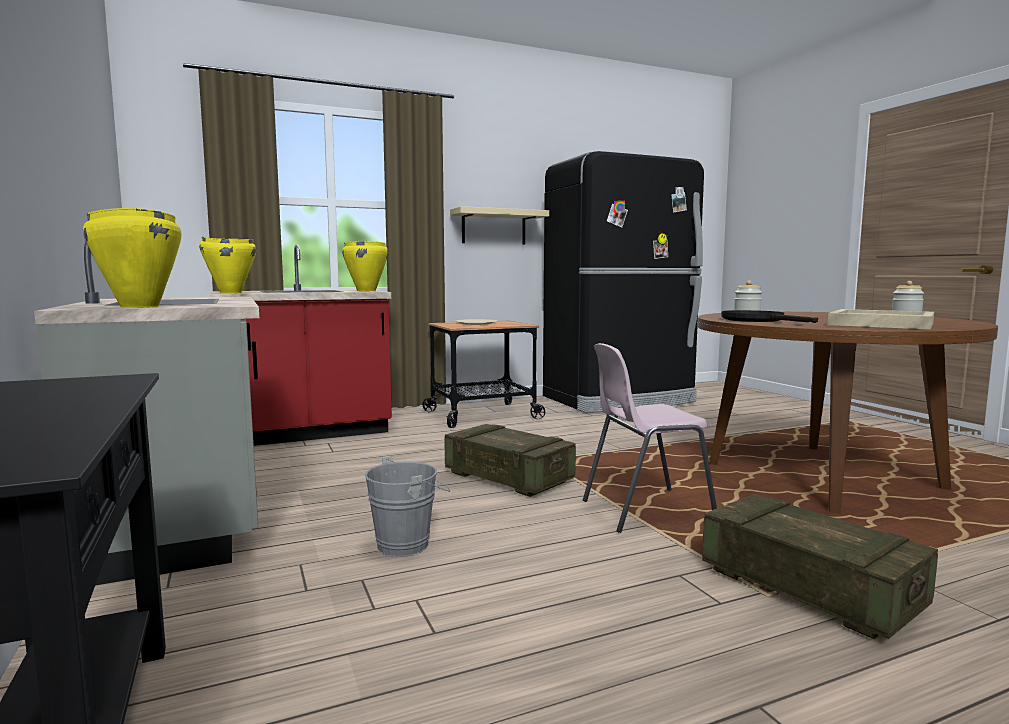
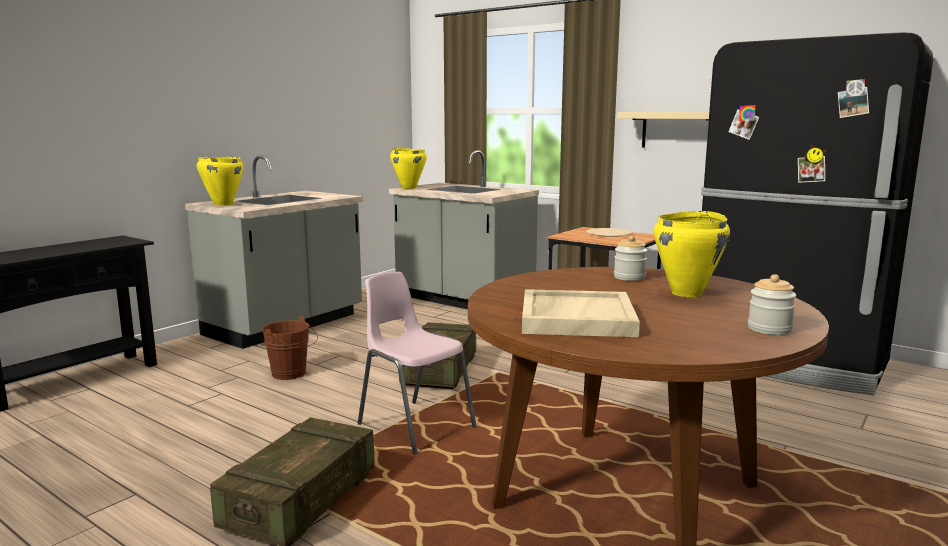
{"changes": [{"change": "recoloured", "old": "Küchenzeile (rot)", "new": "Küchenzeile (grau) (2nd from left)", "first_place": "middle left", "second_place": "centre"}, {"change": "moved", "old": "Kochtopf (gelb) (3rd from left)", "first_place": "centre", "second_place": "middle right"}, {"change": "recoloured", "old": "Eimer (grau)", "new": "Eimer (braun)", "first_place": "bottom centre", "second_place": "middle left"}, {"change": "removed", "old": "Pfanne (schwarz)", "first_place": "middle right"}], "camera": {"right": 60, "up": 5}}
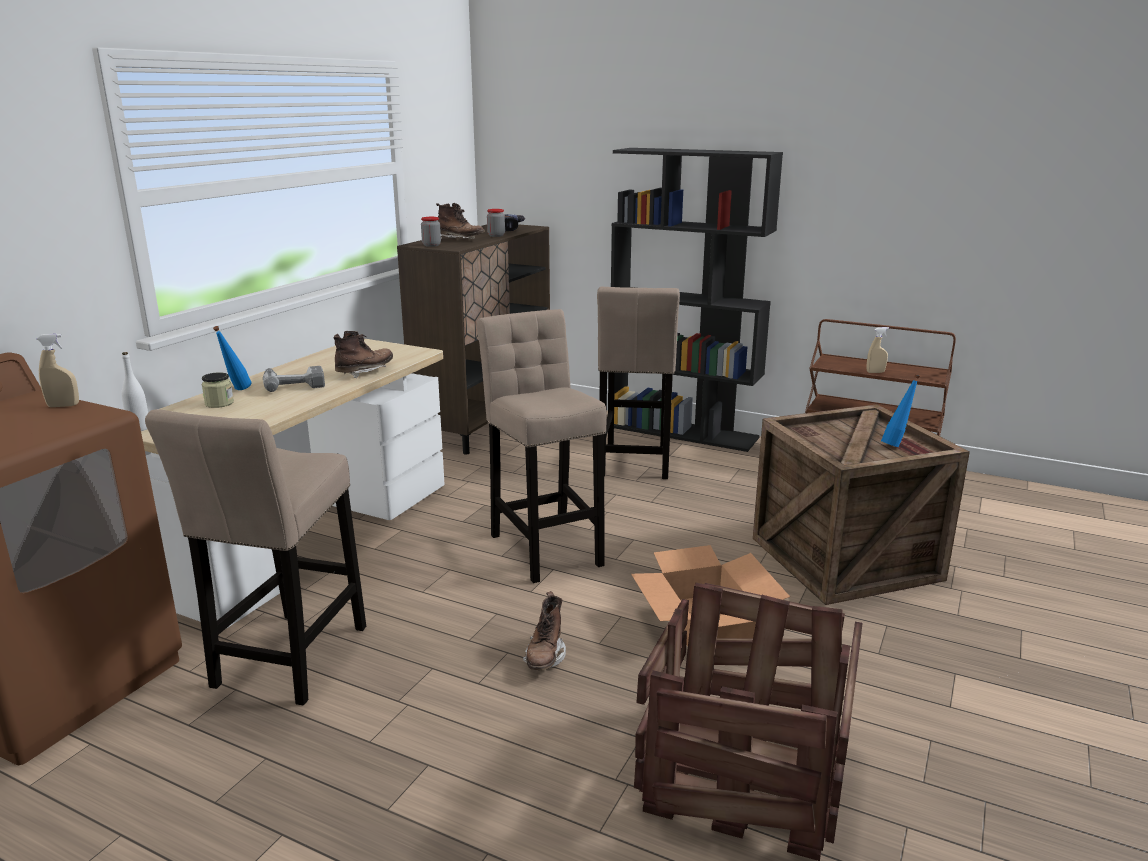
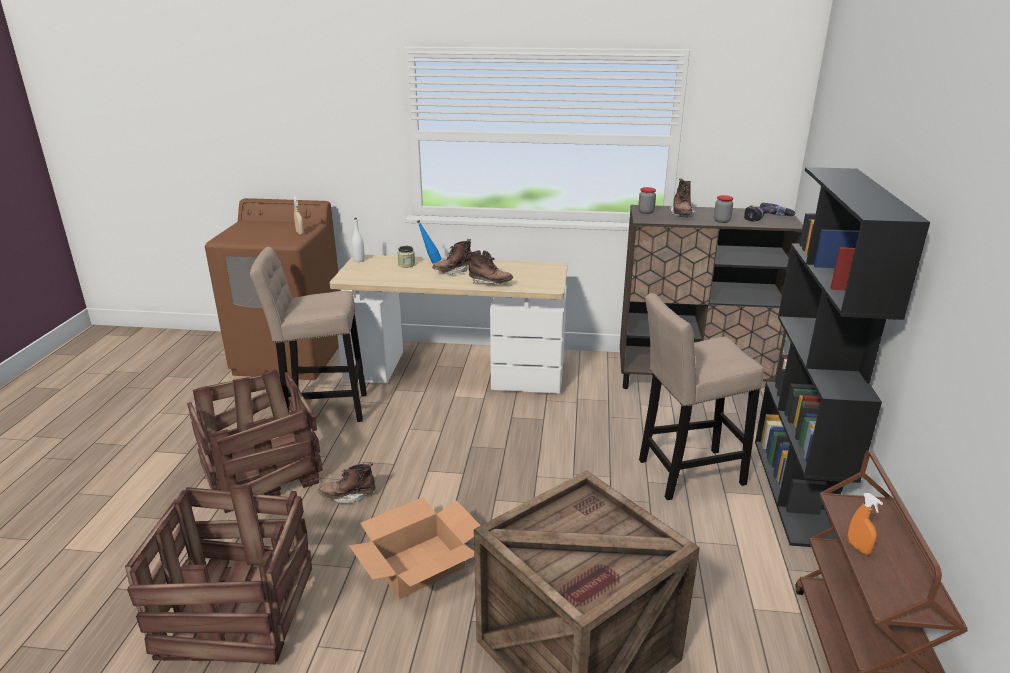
{"changes": [{"change": "replaced", "old": "Bohrmaschine (1st from left)", "new": "Stiefel (braun) (2nd from left)", "first_place": "middle left", "second_place": "centre"}, {"change": "removed", "old": "Hocker (beige) (2nd from left)", "first_place": "centre"}, {"change": "recoloured", "old": "Sprühflasche (beige) (2nd from left)", "new": "Sprühflasche (orange)", "first_place": "middle right", "second_place": "bottom right"}, {"change": "removed", "old": "Flasche (blau) (2nd from left)", "first_place": "middle right"}, {"change": "added", "new": "Kiste (2nd from left)", "second_place": "middle left"}], "camera": {"right": 70, "up": 5}}
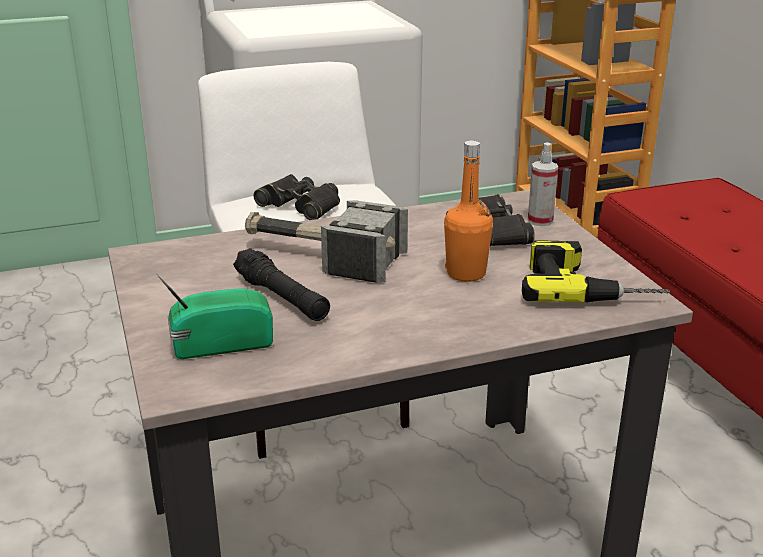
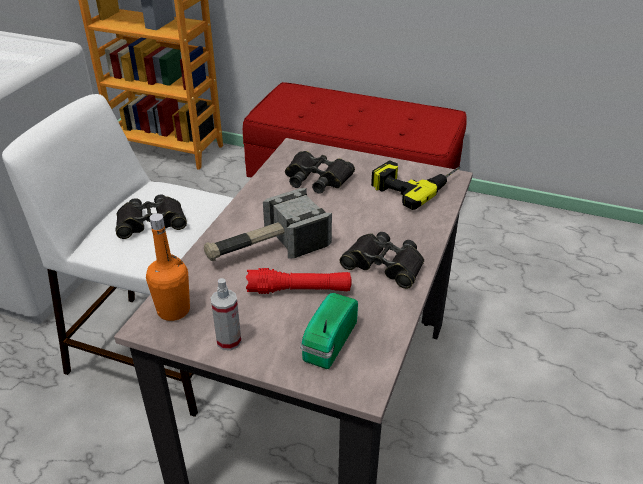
{"changes": [{"change": "recoloured", "old": "Taschenlampe (schwarz)", "new": "Taschenlampe (rot)", "first_place": "centre", "second_place": "centre"}, {"change": "moved", "old": "Flasche (orange)", "first_place": "centre", "second_place": "middle left"}, {"change": "moved", "old": "Sprühflasche", "first_place": "top right", "second_place": "centre"}, {"change": "added", "new": "Fernglas (schwarz) (3rd from left)", "second_place": "centre"}], "camera": {"right": -50, "up": 10}}
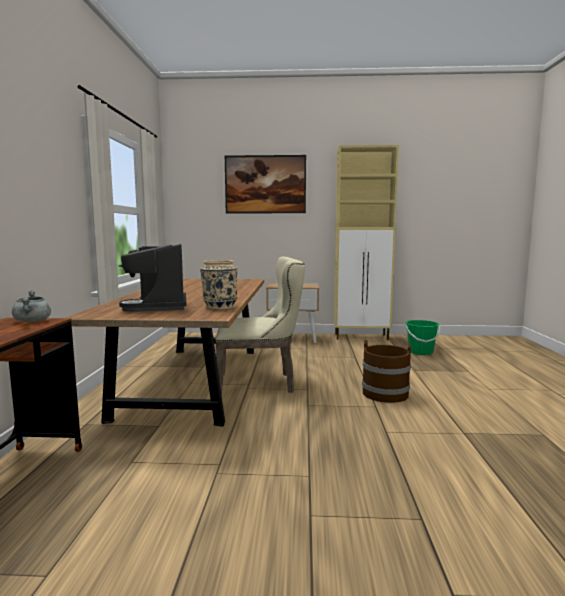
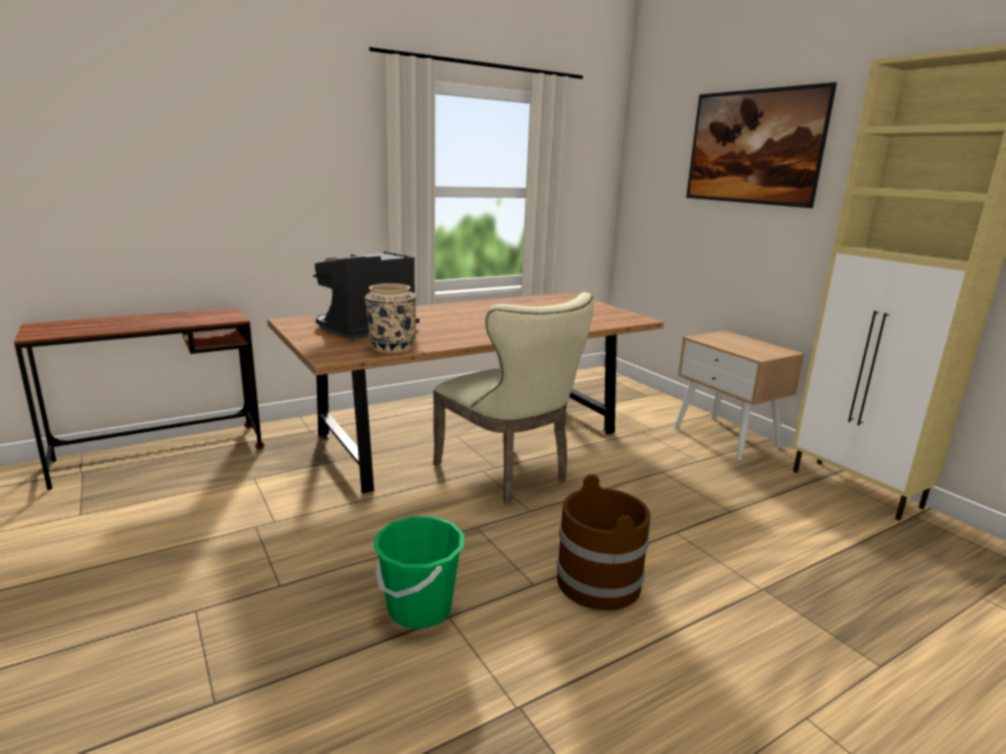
{"changes": [{"change": "removed", "old": "Kochtopf (grau)", "first_place": "middle left"}, {"change": "moved", "old": "Eimer (grün)", "first_place": "middle right", "second_place": "bottom centre"}], "camera": {"right": 55, "up": 10}}
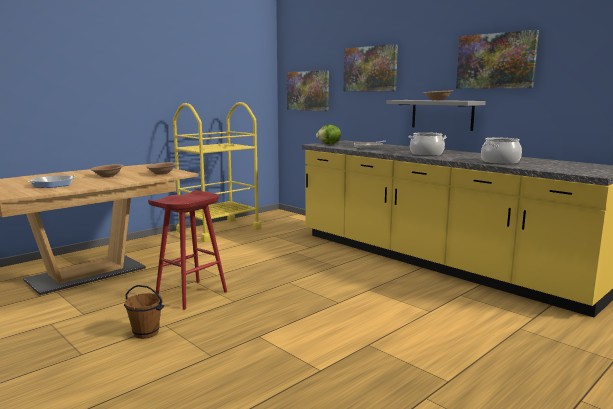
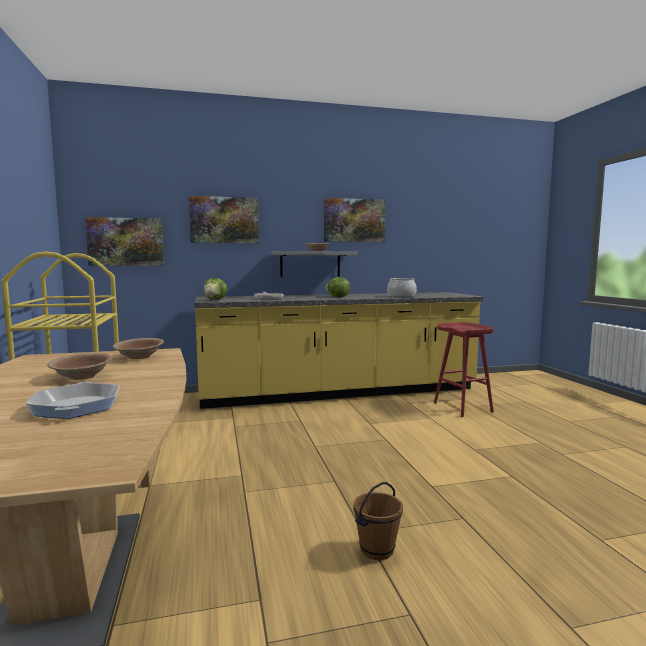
{"changes": [{"change": "moved", "old": "Hocker (rot)", "first_place": "middle left", "second_place": "middle right"}, {"change": "replaced", "old": "Kochtopf (1st from left)", "new": "Salatkopf (2nd from left)", "first_place": "middle right", "second_place": "centre"}], "camera": {"right": -60, "up": -5}}
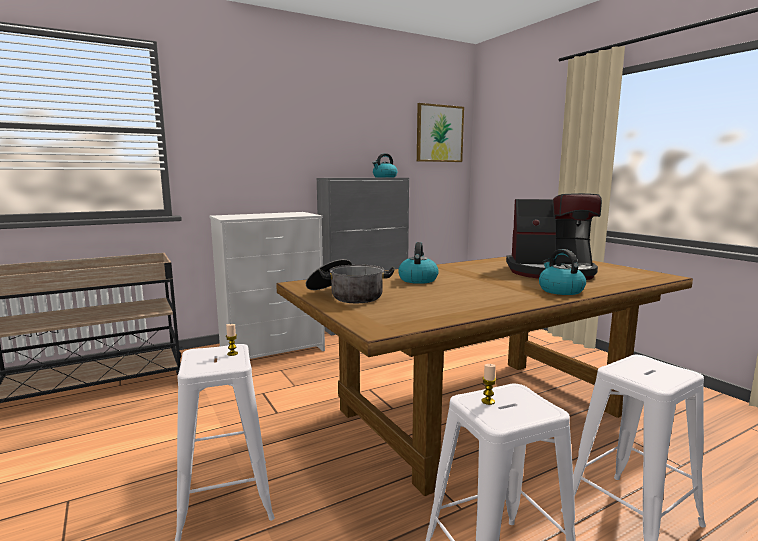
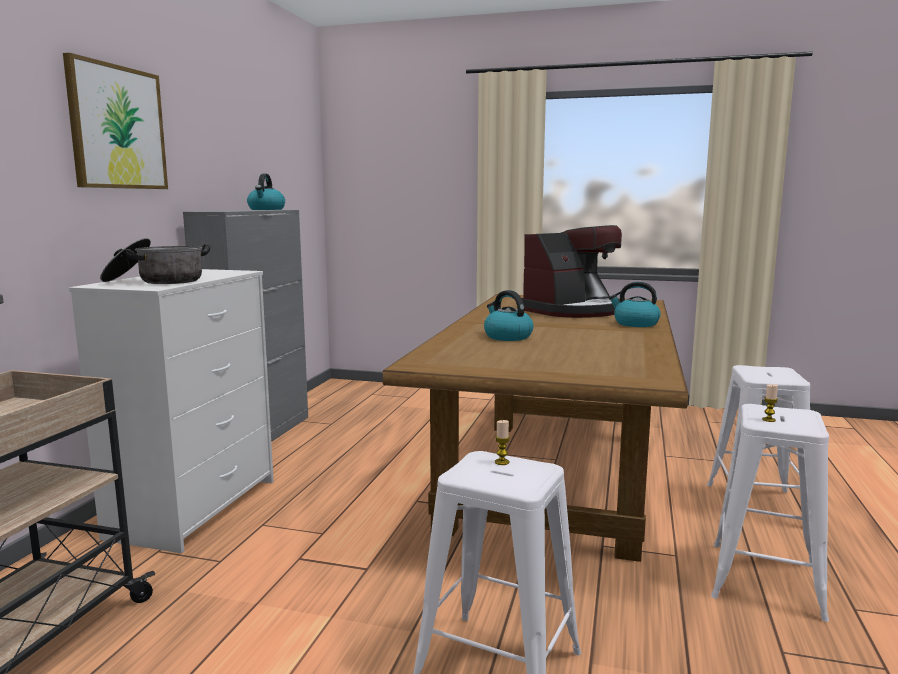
{"changes": [{"change": "moved", "old": "Kochtopf", "first_place": "centre", "second_place": "middle left"}, {"change": "moved", "old": "Bild", "first_place": "top centre", "second_place": "top left"}], "camera": {"right": -45, "up": 0}}
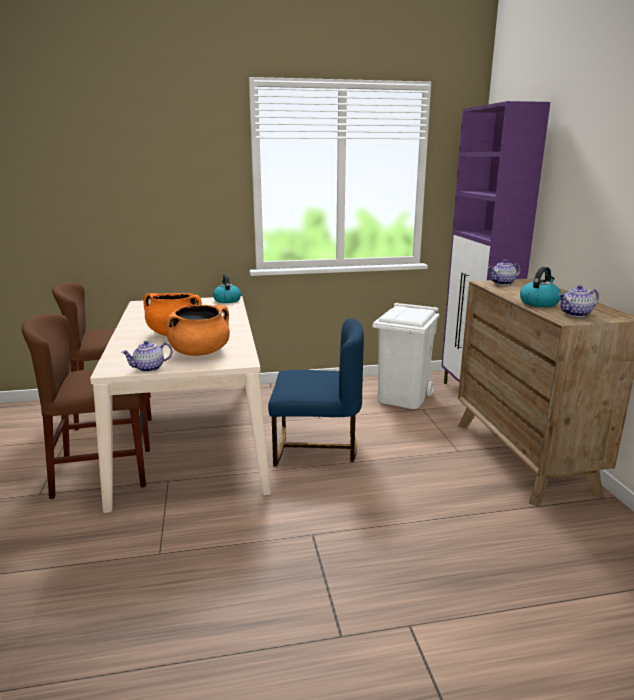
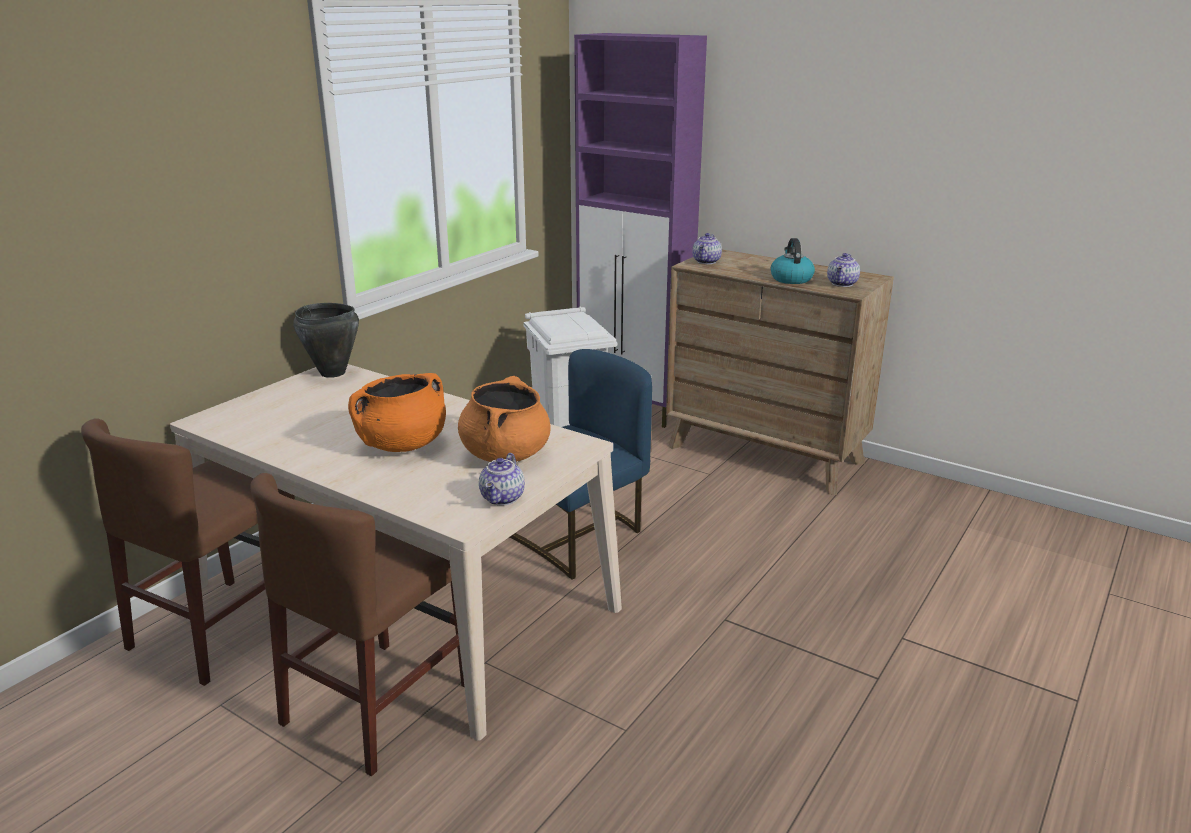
{"changes": [{"change": "replaced", "old": "Wasserkessel (1st from left)", "new": "Kochtopf (schwarz)", "first_place": "centre", "second_place": "middle left"}], "camera": {"right": -45, "up": 5}}
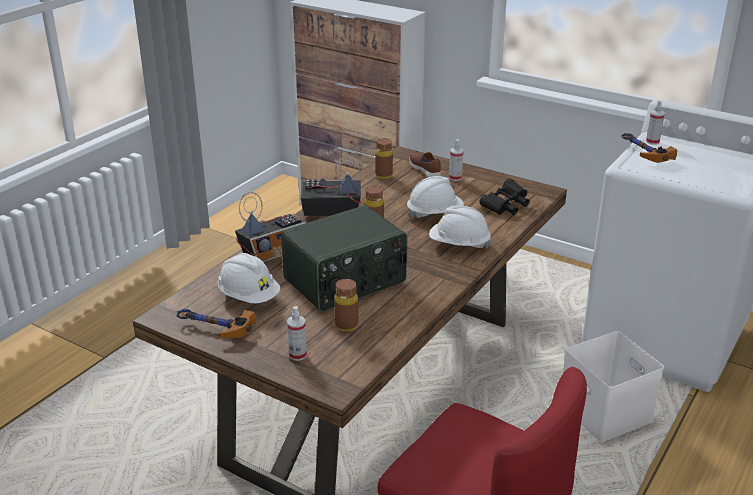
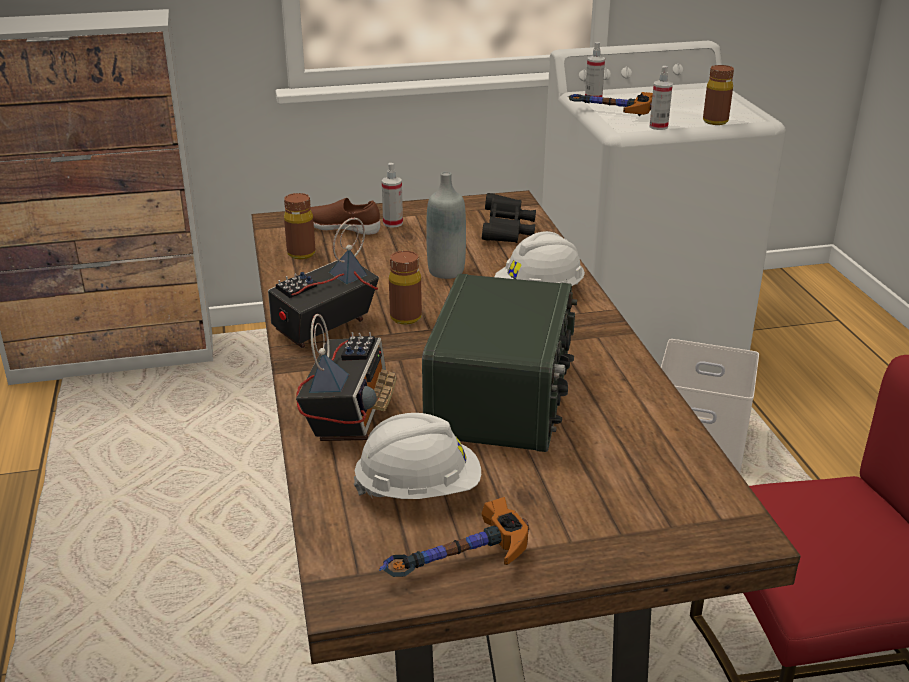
{"changes": [{"change": "moved", "old": "Sprühflasche (1st from left in the first image)", "new": "Sprühflasche (3rd from left)", "first_place": "bottom centre", "second_place": "top right"}, {"change": "moved", "old": "Flasche (braun) (1st from left in the first image)", "new": "Flasche (braun) (3rd from left)", "first_place": "centre", "second_place": "top right"}, {"change": "replaced", "old": "Schutzhelm (weiß) (2nd from left)", "new": "Flasche (grau)", "first_place": "centre", "second_place": "top centre"}], "camera": {"right": -45, "up": 0}}
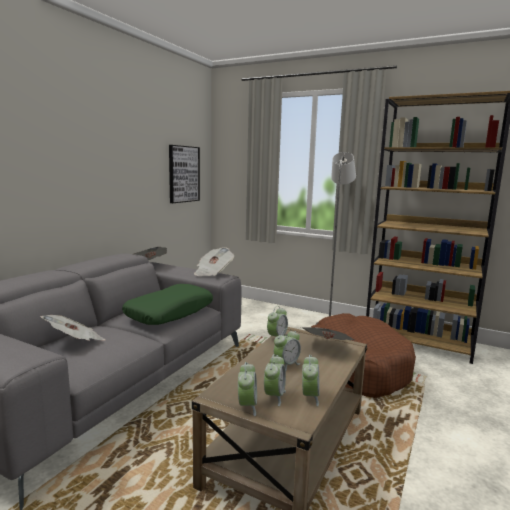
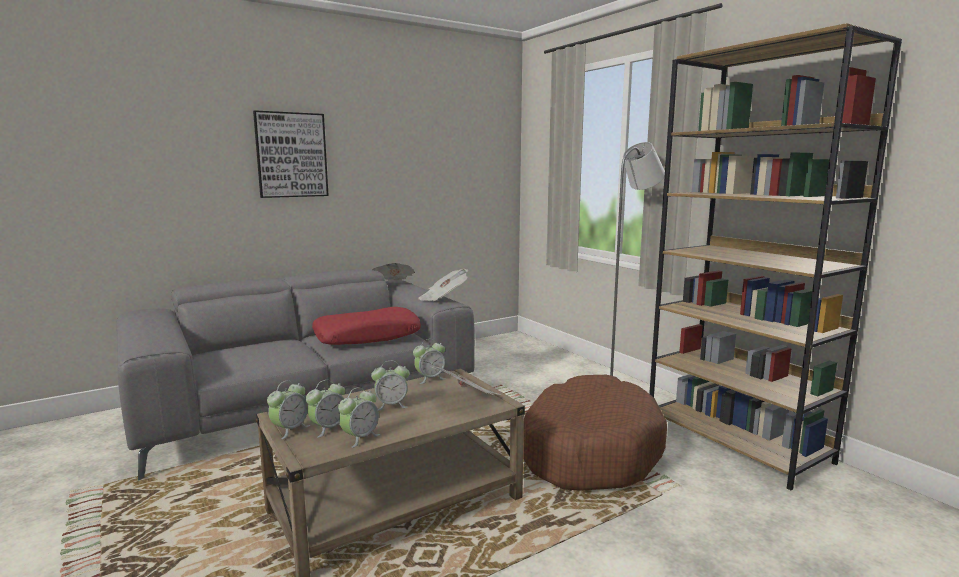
{"changes": [{"change": "removed", "old": "Zeitung (1st from left)", "first_place": "middle left"}, {"change": "recoloured", "old": "Kissen (grün)", "new": "Kissen (rot)", "first_place": "middle left", "second_place": "centre"}, {"change": "moved", "old": "Bild", "first_place": "centre", "second_place": "top left"}], "camera": {"right": 30, "up": 0}}
